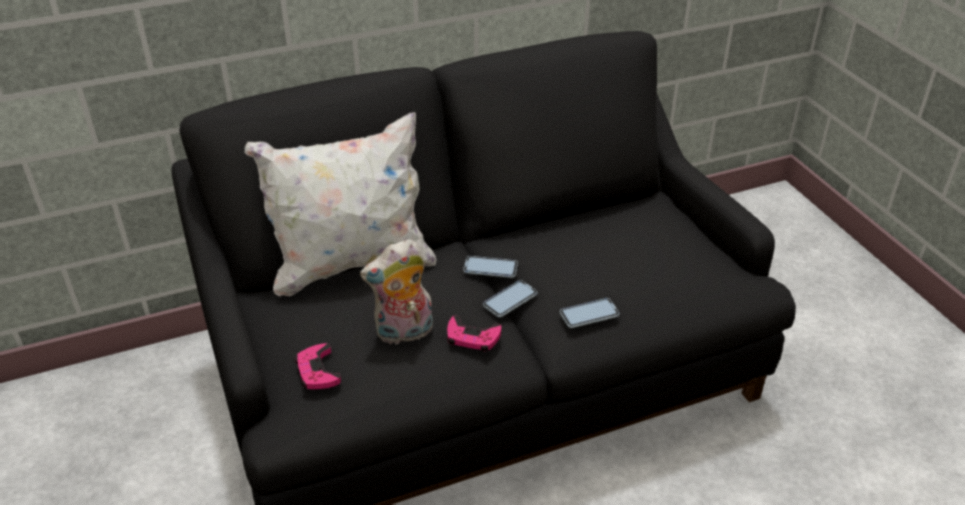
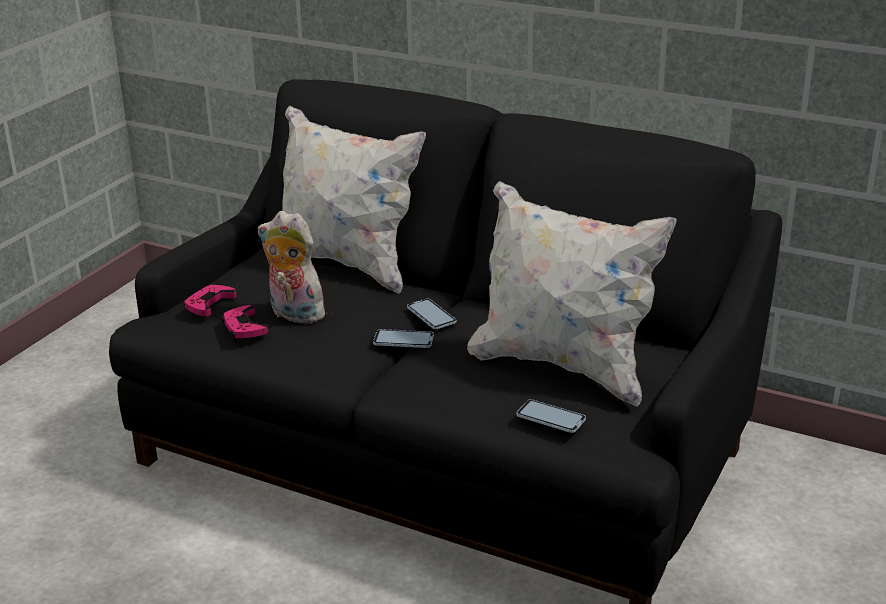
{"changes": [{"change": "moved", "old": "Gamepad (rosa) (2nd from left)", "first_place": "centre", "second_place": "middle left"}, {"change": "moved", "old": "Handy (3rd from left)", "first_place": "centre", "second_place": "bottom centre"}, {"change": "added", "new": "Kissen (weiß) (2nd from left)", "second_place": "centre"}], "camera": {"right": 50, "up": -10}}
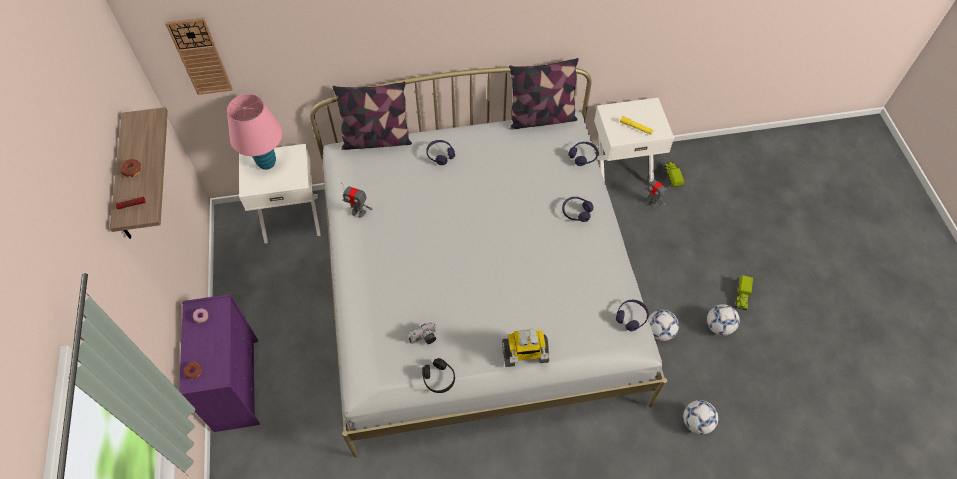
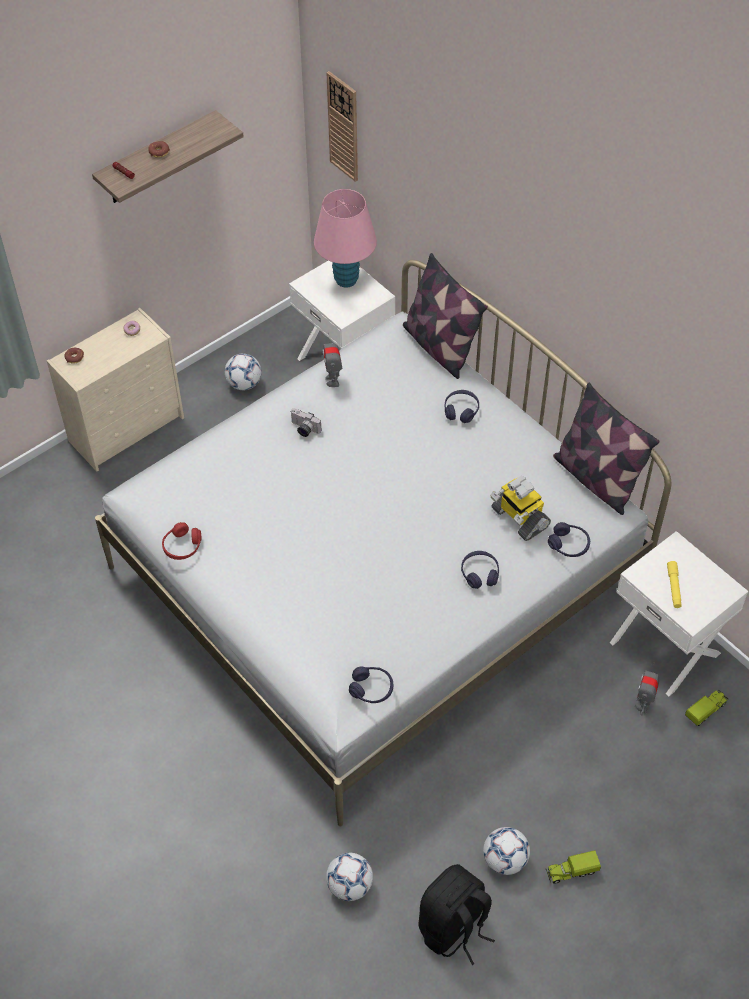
{"changes": [{"change": "recoloured", "old": "Kommode (lila)", "new": "Kommode (beige)", "first_place": "bottom left", "second_place": "middle left"}, {"change": "moved", "old": "Kamera", "first_place": "bottom centre", "second_place": "centre"}, {"change": "recoloured", "old": "Kopfhörer (schwarz)", "new": "Kopfhörer (rot)", "first_place": "bottom centre", "second_place": "middle left"}, {"change": "moved", "old": "Spielzeugroboter (2nd from left)", "first_place": "bottom centre", "second_place": "middle right"}, {"change": "moved", "old": "Fußball (1st from left)", "first_place": "bottom right", "second_place": "middle left"}, {"change": "added", "new": "Rucksack (schwarz)", "second_place": "bottom centre"}], "camera": {"right": 60, "up": -5}}
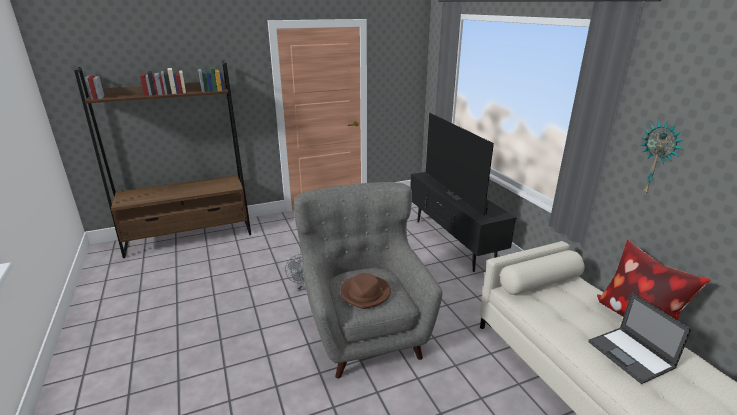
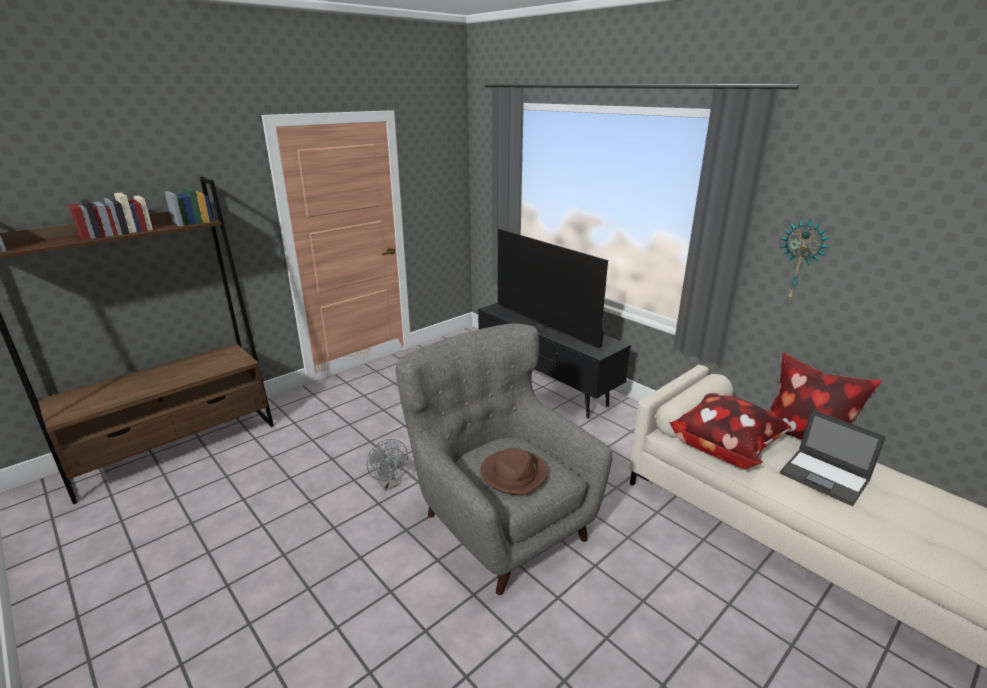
{"changes": [{"change": "added", "new": "Kissen (1st from left)", "second_place": "middle right"}], "camera": {"right": -20, "up": 0}}
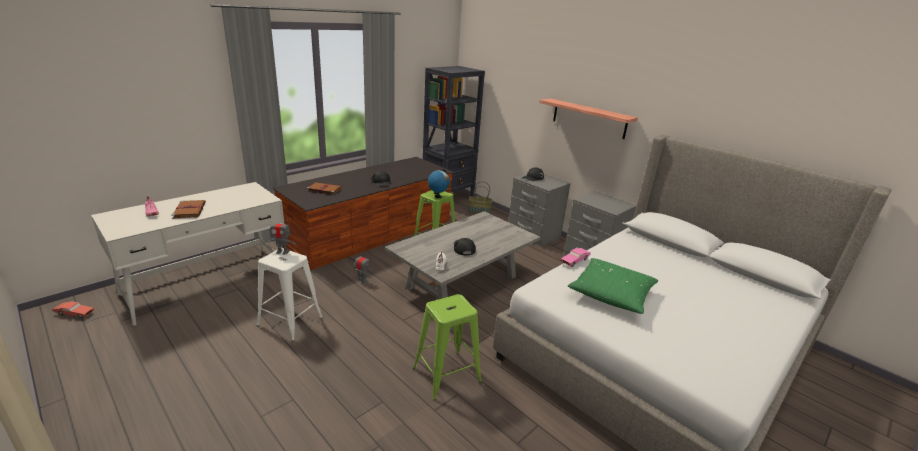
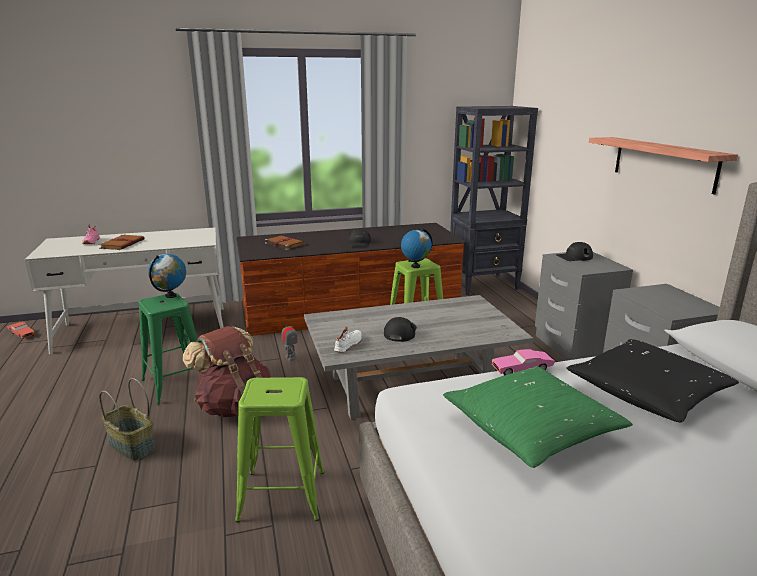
{"changes": [{"change": "recoloured", "old": "Hocker (weiß)", "new": "Hocker (grün) (1st from left)", "first_place": "middle left", "second_place": "middle left"}, {"change": "replaced", "old": "Spielzeugroboter (1st from left)", "new": "Globus (1st from left)", "first_place": "middle left", "second_place": "middle left"}, {"change": "moved", "old": "Korb", "first_place": "centre", "second_place": "bottom left"}, {"change": "added", "new": "Rucksack (braun)", "second_place": "middle left"}, {"change": "added", "new": "Kissen (schwarz)", "second_place": "middle right"}], "camera": {"right": 30, "up": -5}}
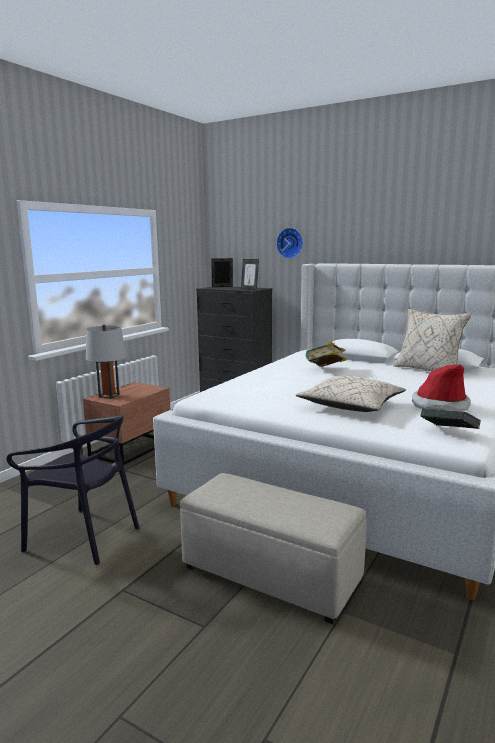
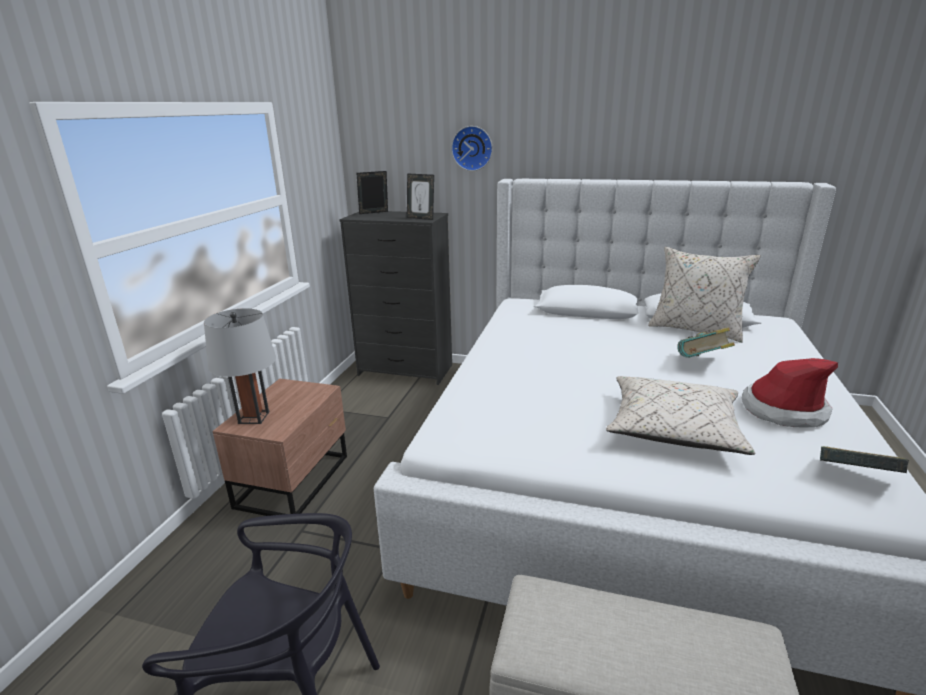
{"changes": [{"change": "moved", "old": "Buch (1st from left)", "first_place": "centre", "second_place": "middle right"}], "camera": {"right": -15, "up": 10}}
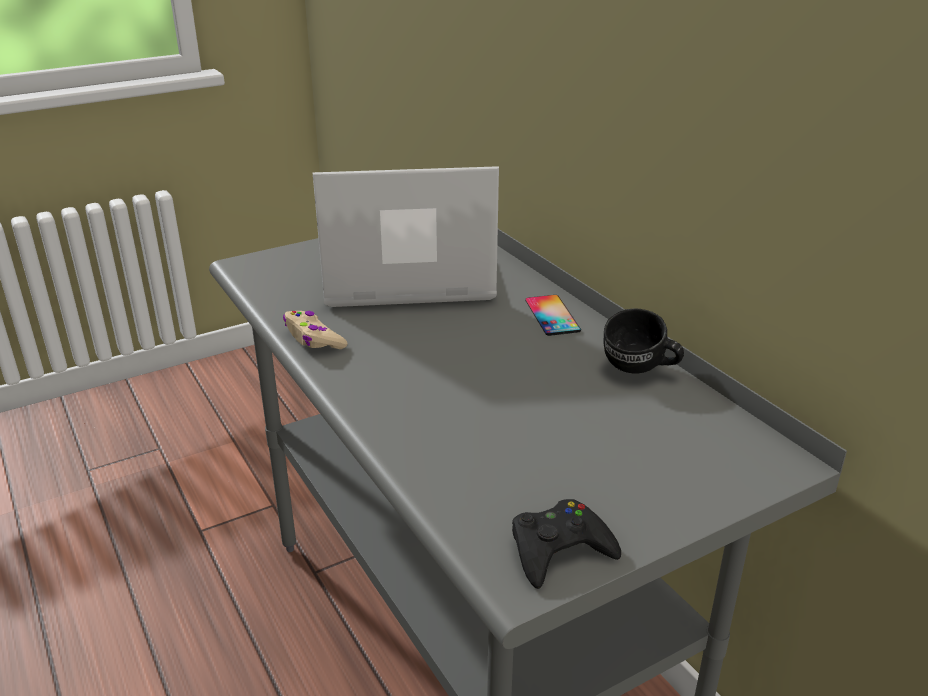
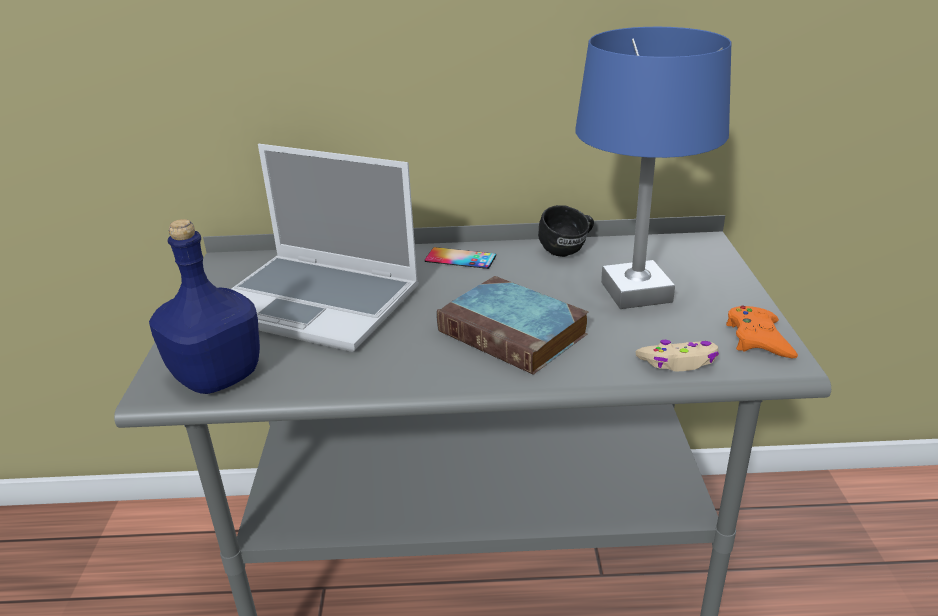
{"changes": [{"change": "moved", "old": "Gamepad (beige)", "first_place": "centre", "second_place": "middle right"}, {"change": "turned", "old": "Laptop", "first_place": "centre", "second_place": "centre", "degrees": -90}, {"change": "recoloured", "old": "Gamepad (schwarz)", "new": "Gamepad (orange)", "first_place": "bottom centre", "second_place": "middle right"}, {"change": "added", "new": "Flasche (blau)", "second_place": "middle left"}, {"change": "added", "new": "Buch", "second_place": "centre"}, {"change": "added", "new": "Tischlampe (blau)", "second_place": "top right"}], "camera": {"right": -60, "up": 0}}
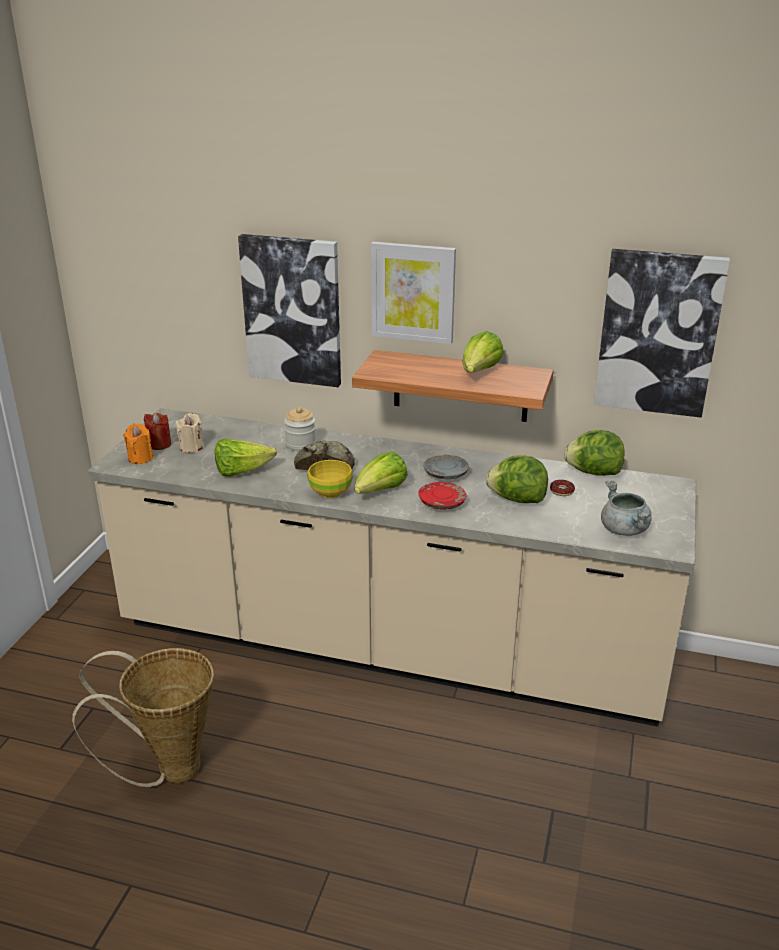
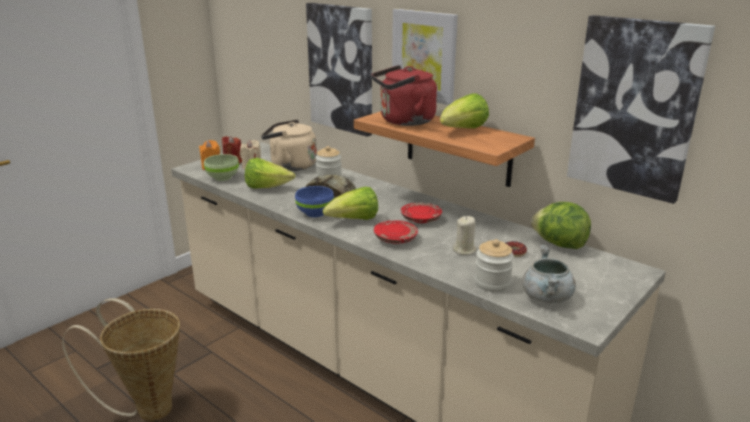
{"changes": [{"change": "recoloured", "old": "Schüssel (gelb)", "new": "Schüssel (blau)", "first_place": "centre", "second_place": "centre"}, {"change": "recoloured", "old": "Teller (grau)", "new": "Teller (rot) (2nd from left)", "first_place": "centre", "second_place": "centre"}, {"change": "replaced", "old": "Salatkopf (4th from left)", "new": "Kerze (beige) (2nd from left)", "first_place": "centre", "second_place": "centre"}, {"change": "added", "new": "Schüssel (grün)", "second_place": "middle left"}, {"change": "added", "new": "Wasserkessel (beige)", "second_place": "centre"}, {"change": "added", "new": "Wasserkessel (rot)", "second_place": "top centre"}, {"change": "added", "new": "Vorratsglas (2nd from left)", "second_place": "centre"}], "camera": {"right": 25, "up": -5}}
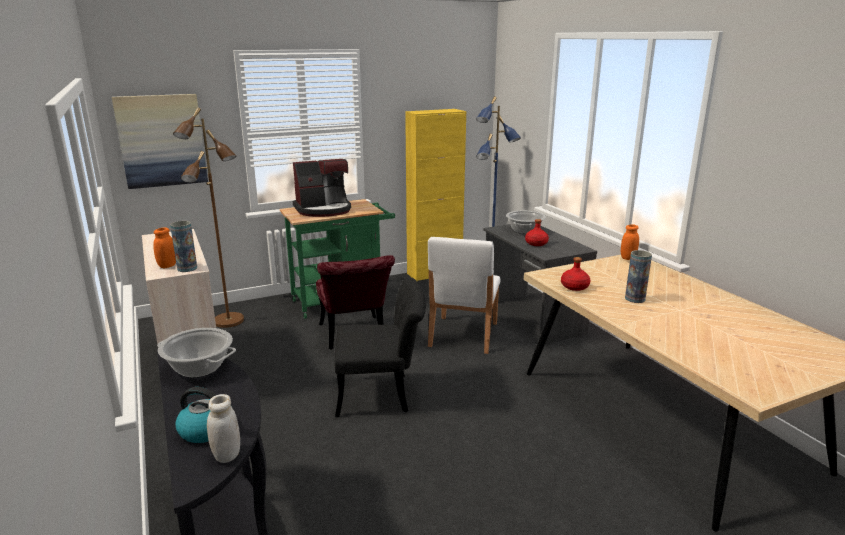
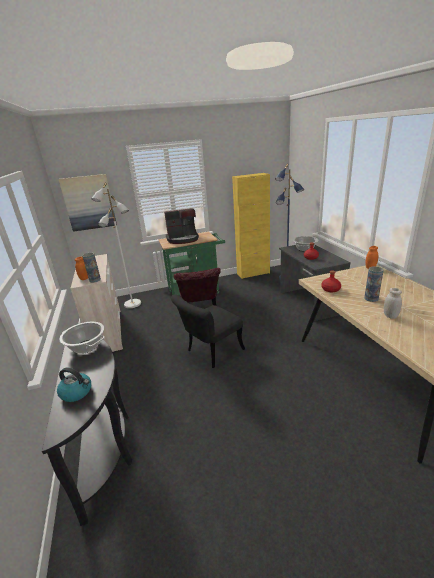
{"changes": [{"change": "recoloured", "old": "Stehlampe (braun)", "new": "Stehlampe (weiß)", "first_place": "middle left", "second_place": "middle left"}, {"change": "moved", "old": "Vorratsglas (weiß)", "first_place": "bottom left", "second_place": "middle right"}, {"change": "turned", "old": "Stuhl (schwarz)", "first_place": "centre", "second_place": "centre", "degrees": 135}, {"change": "removed", "old": "Stuhl (weiß)", "first_place": "centre"}], "camera": {"right": 10, "up": 5}}
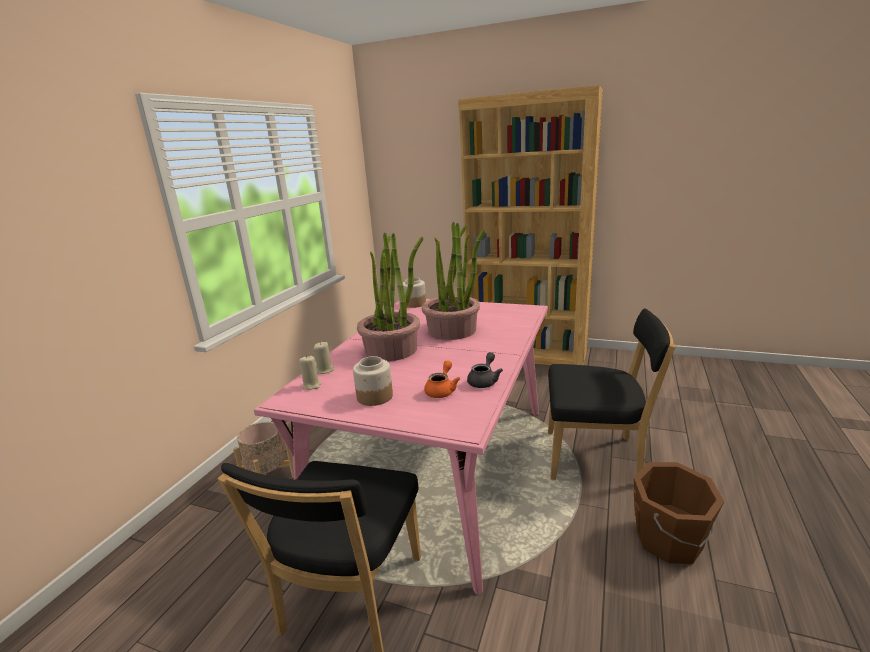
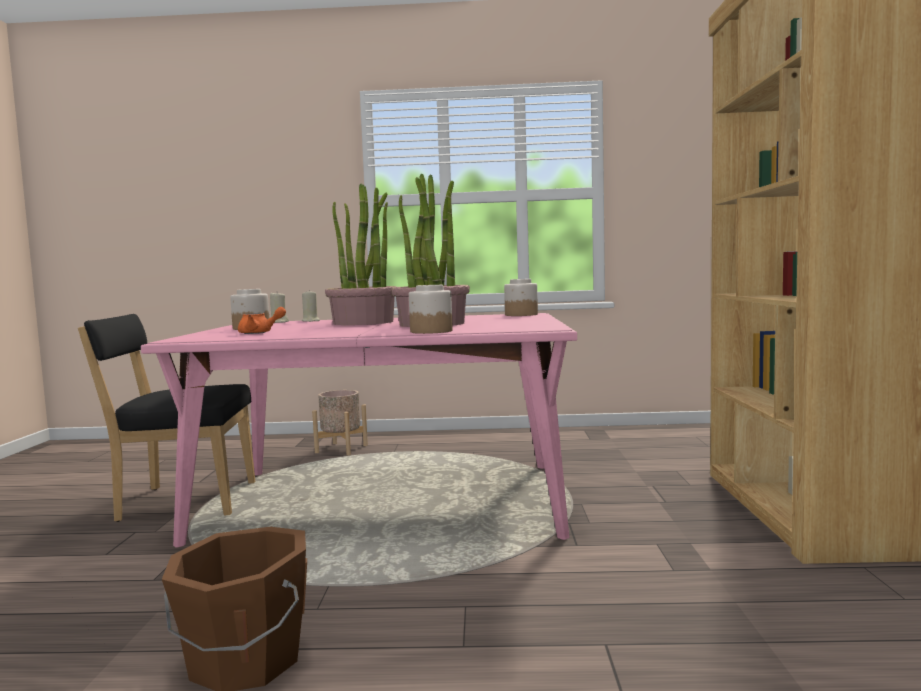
{"changes": [{"change": "removed", "old": "Teekanne (grau)", "first_place": "centre"}, {"change": "removed", "old": "Stuhl (schwarz) (2nd from left)", "first_place": "middle right"}, {"change": "added", "new": "Vorratsglas (2nd from left)", "second_place": "centre"}], "camera": {"right": 70, "up": -15}}
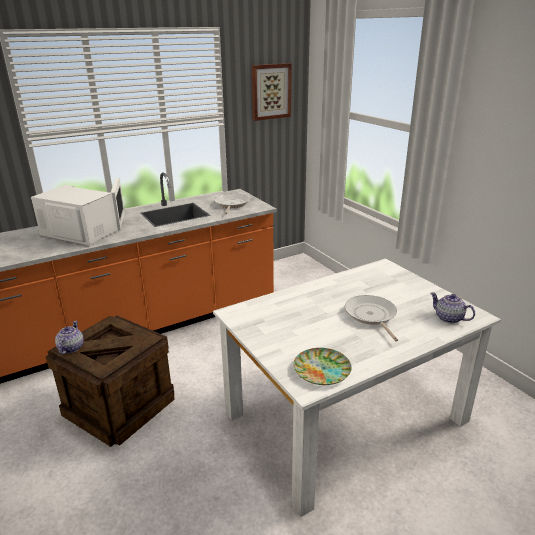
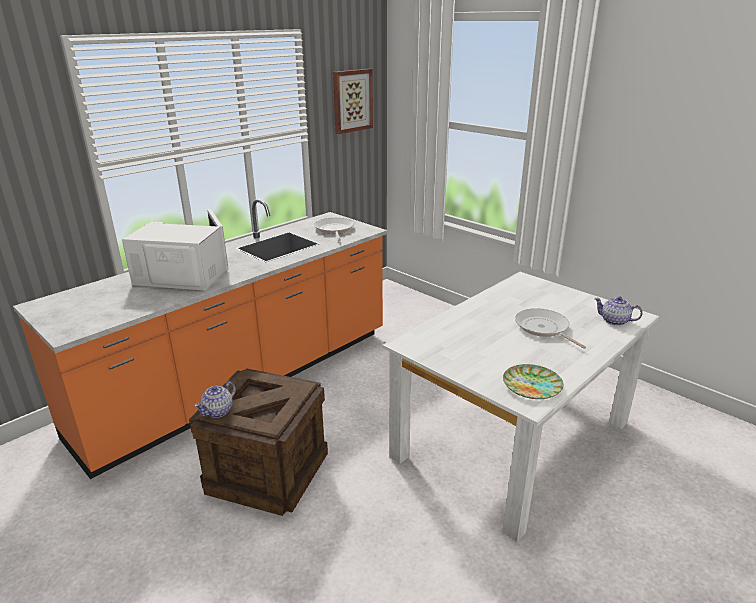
{"changes": [{"change": "turned", "old": "Teekanne (1st from left)", "first_place": "middle left", "second_place": "middle left", "degrees": -135}], "camera": {"right": -15, "up": 0}}
